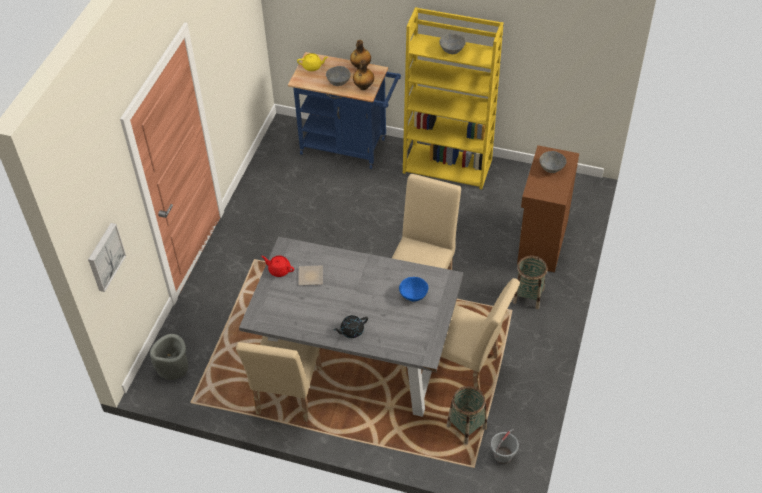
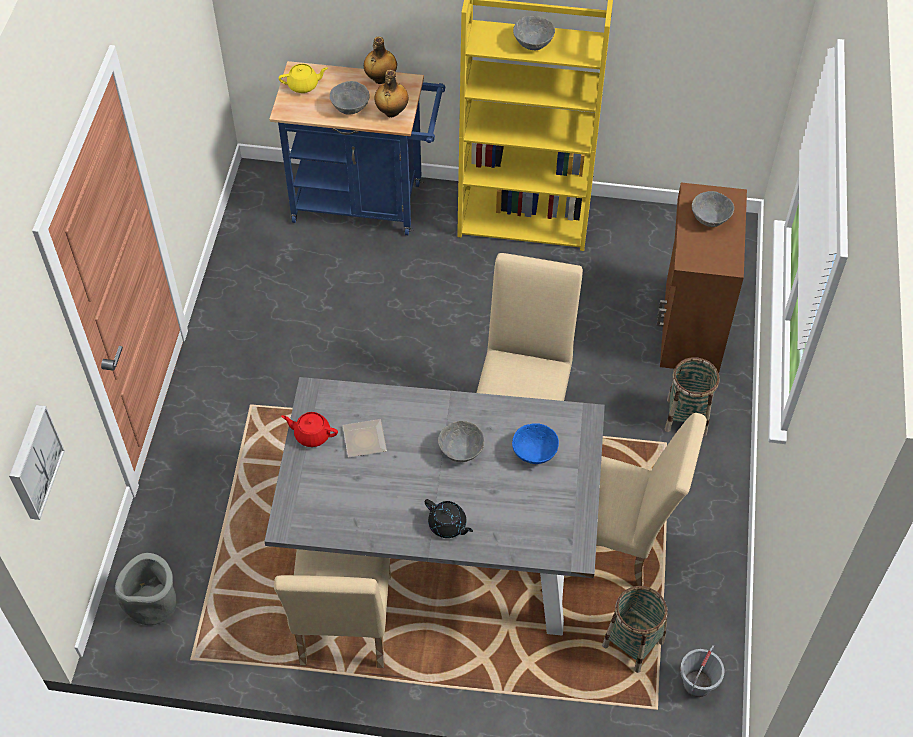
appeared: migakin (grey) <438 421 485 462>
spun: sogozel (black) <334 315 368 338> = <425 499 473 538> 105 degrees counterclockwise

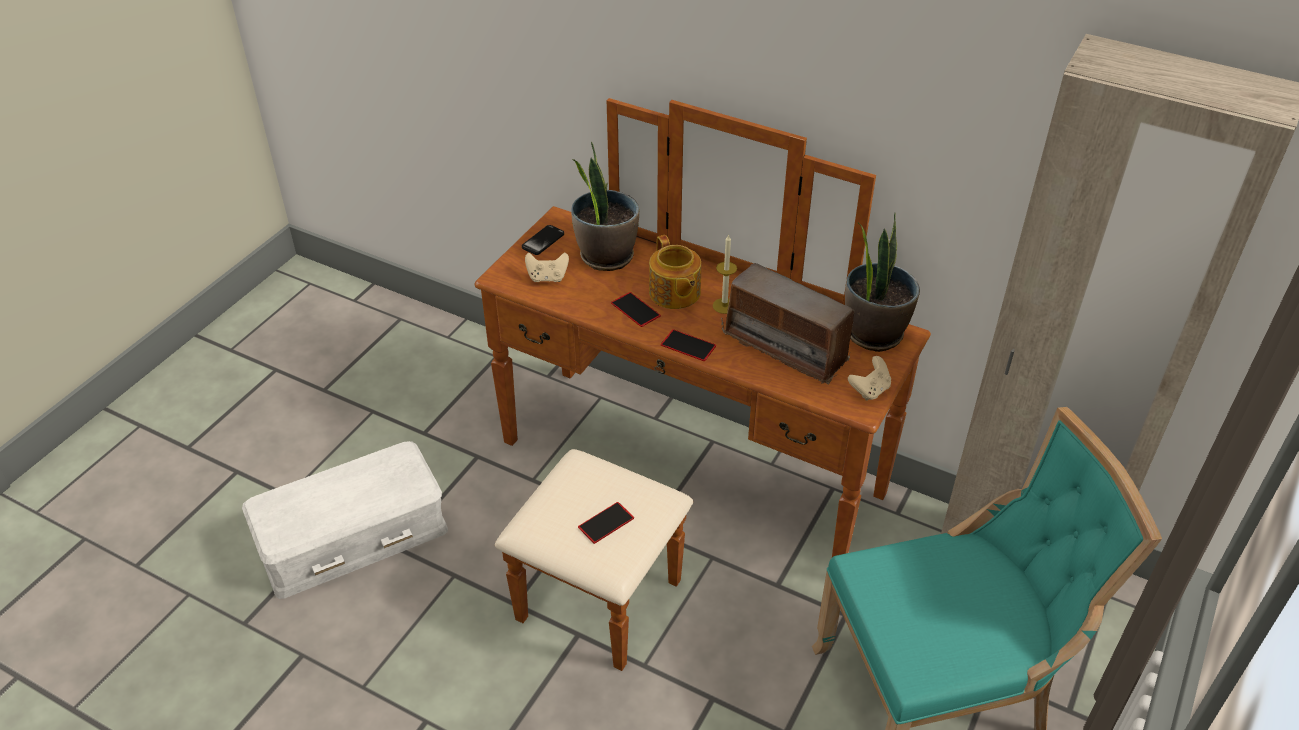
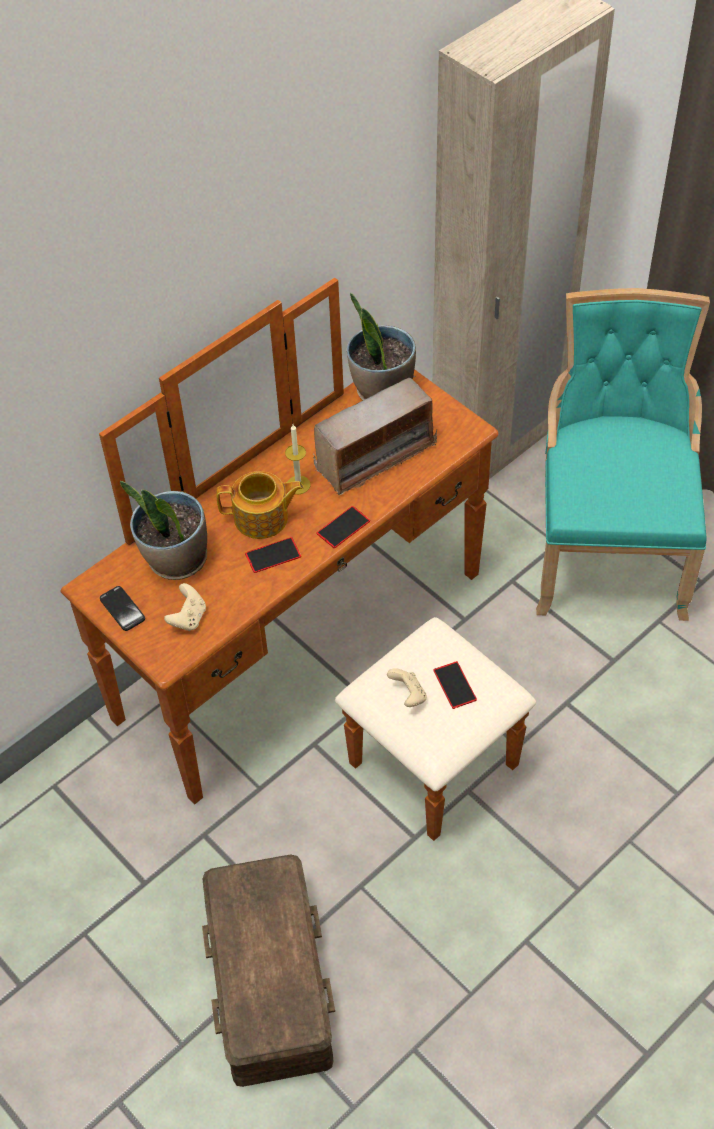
relocated: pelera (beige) <848 356 891 401> to <387 668 427 707>
colour: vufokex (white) <242 441 448 599> to vufokex (brown) <202 854 335 1087>

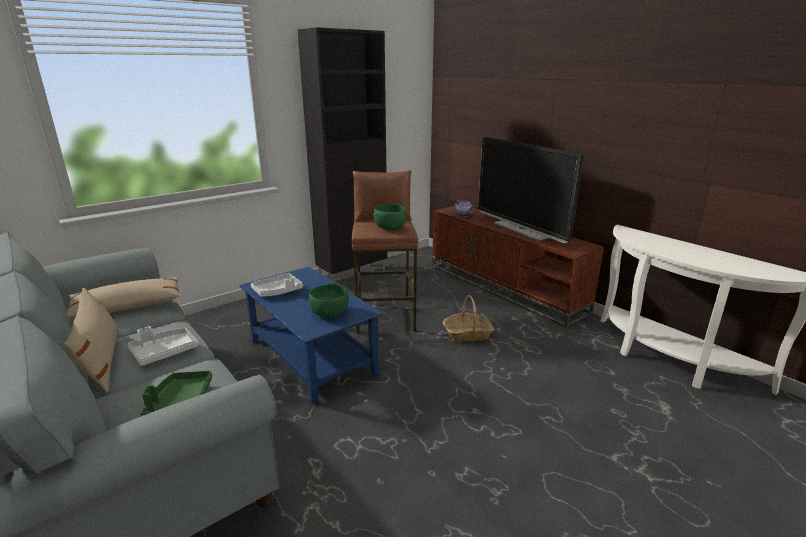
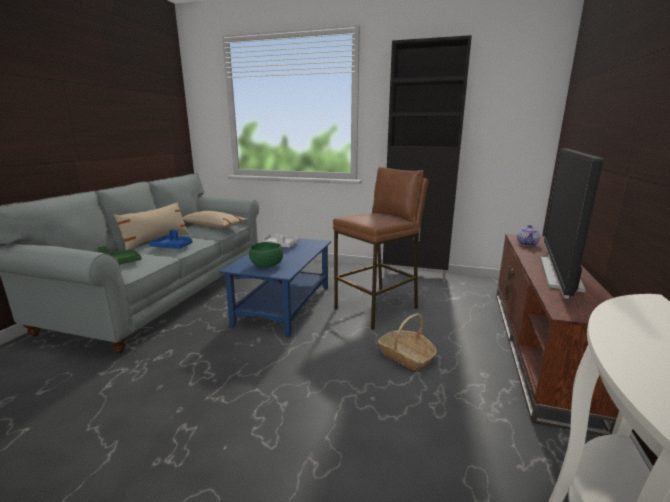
missing: migakin (green) <373 204 407 230>
colour: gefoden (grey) <128 326 198 366> to gefoden (blue) <149 230 192 249>

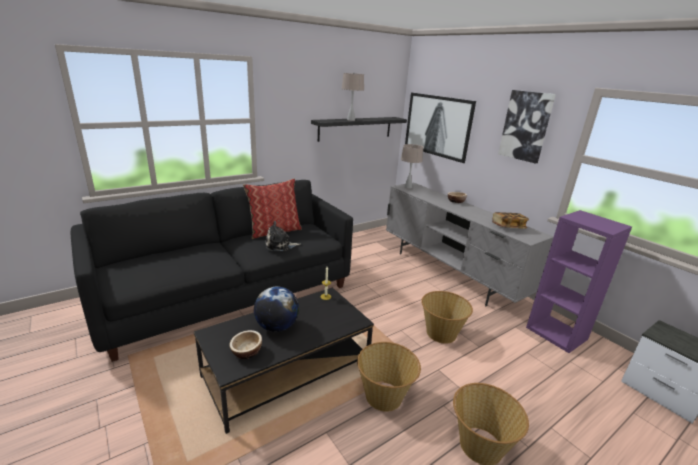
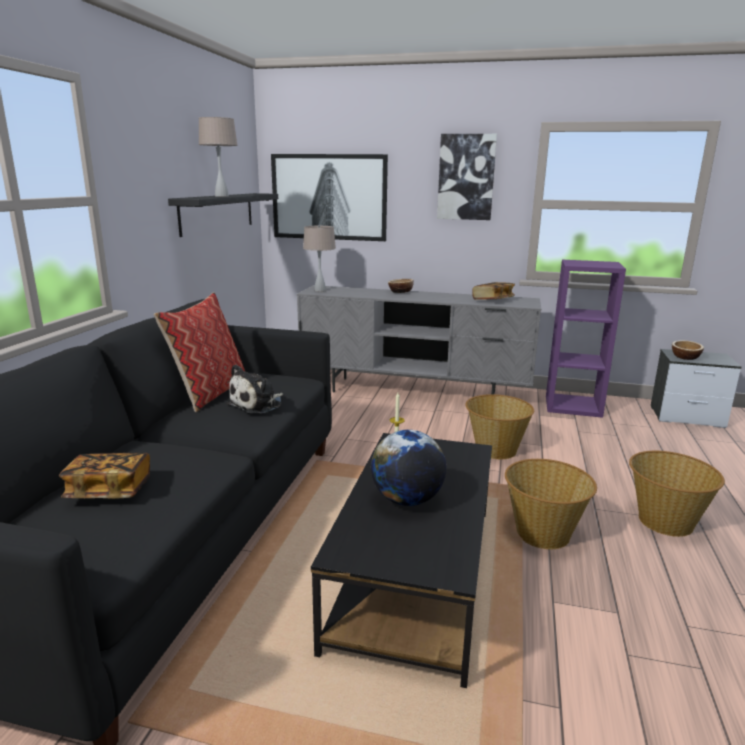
appeared: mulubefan <59 452 150 499>
relocated: migakin <229 330 262 359> to <672 340 704 360>

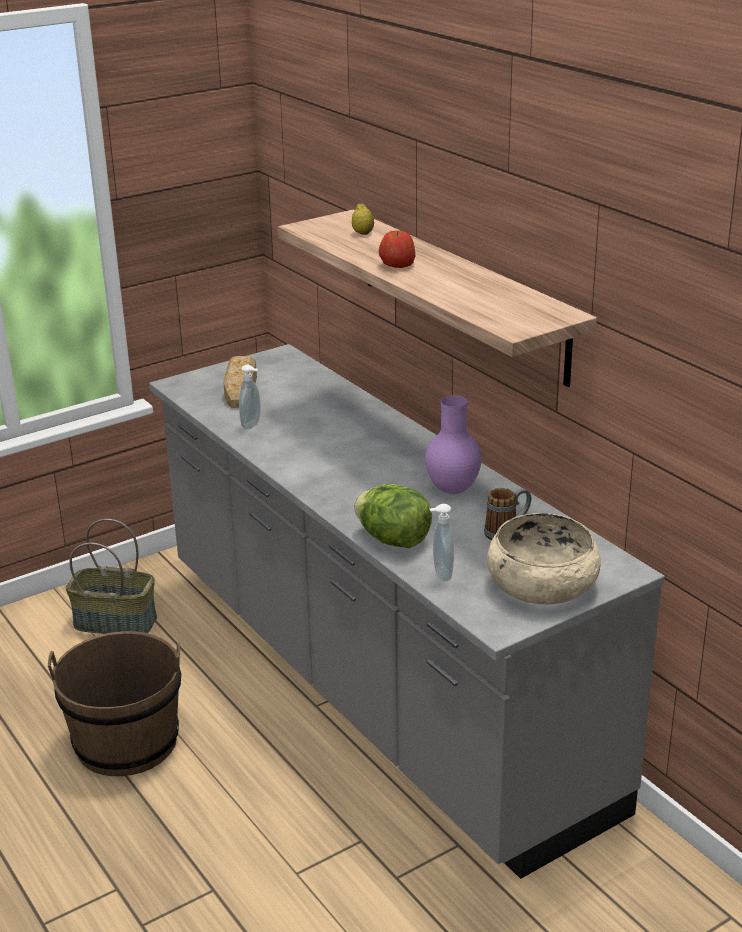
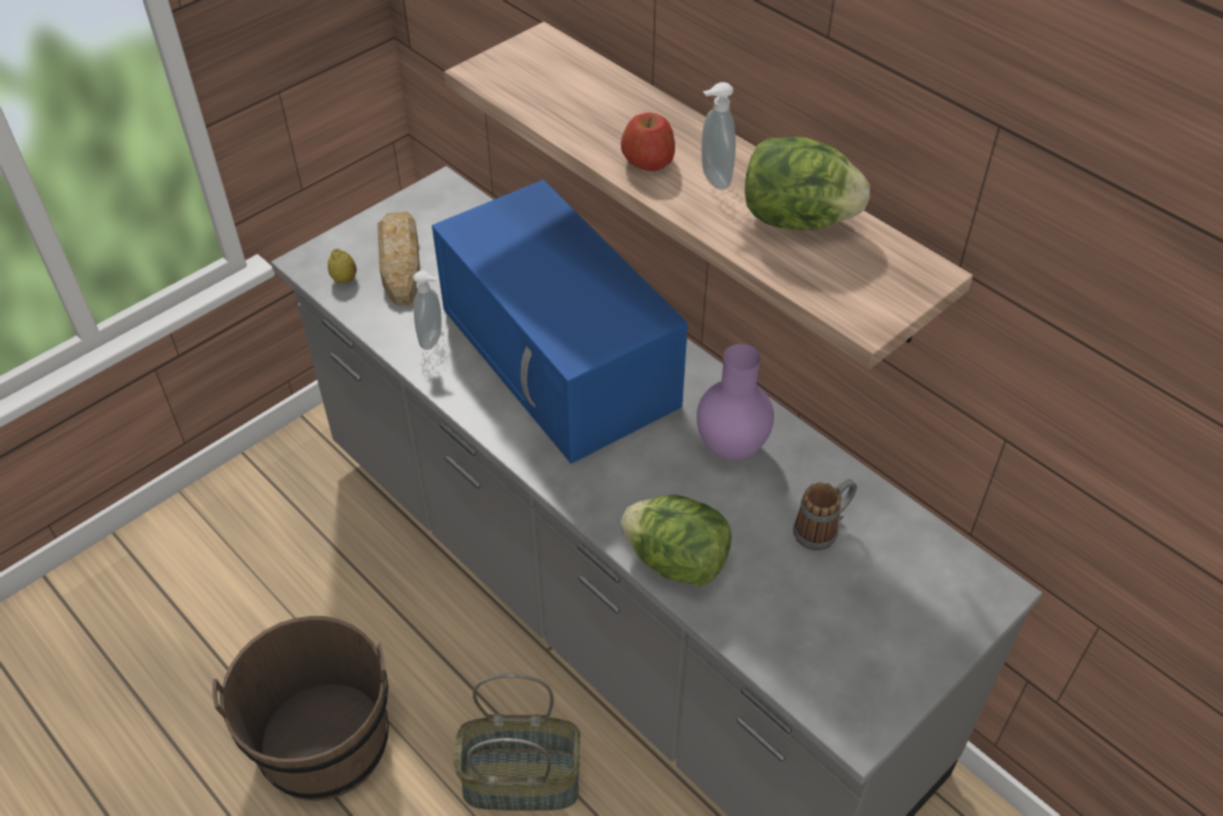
missing: migakin (beige) <487 513 601 604>
appeared: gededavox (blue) <432 180 688 464>; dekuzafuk <745 137 870 230>
relocated: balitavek <66 519 157 634> to <454 674 581 811>; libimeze <352 203 374 235> to <328 248 357 283>; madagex <430 504 454 581> to <701 82 736 190>

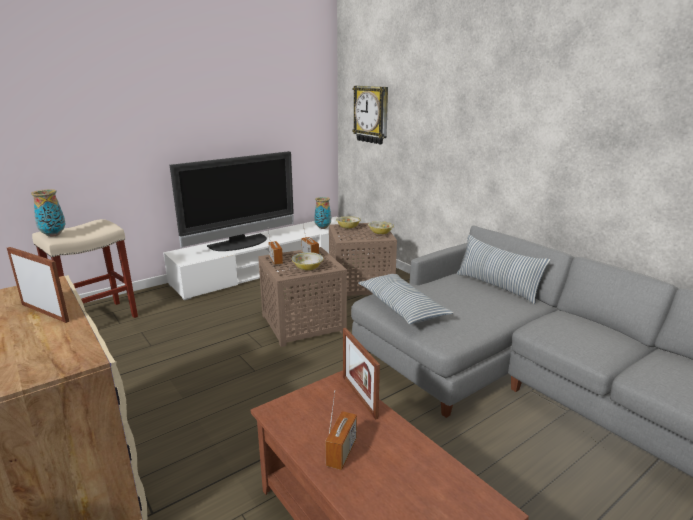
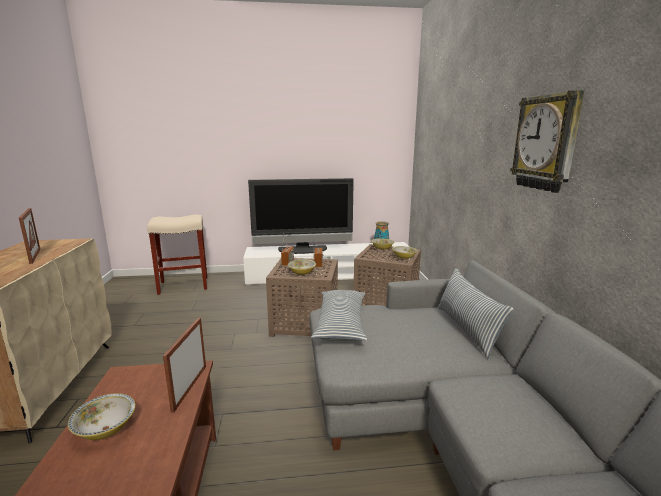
missing: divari <31 189 66 237>
relocated: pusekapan <352 86 388 145> to <510 90 584 193>
exchanged: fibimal <325 390 357 470> to migakin <68 393 135 440>

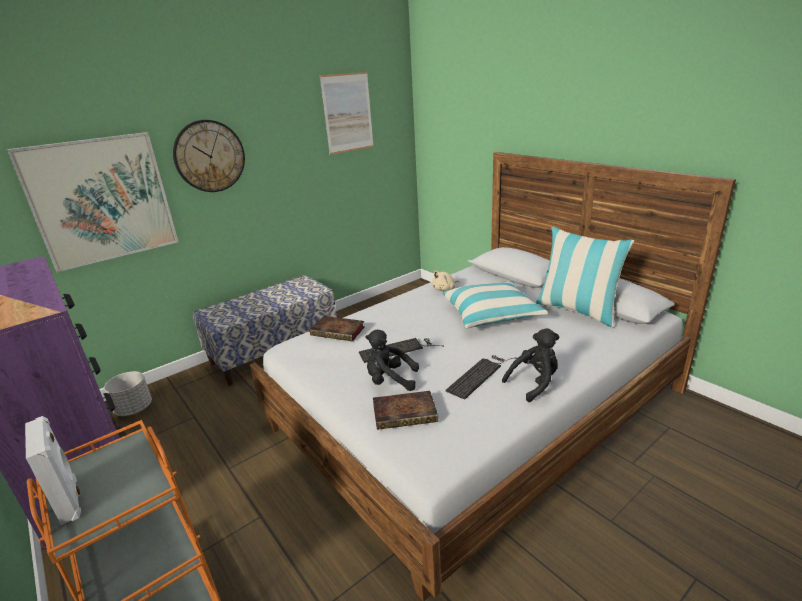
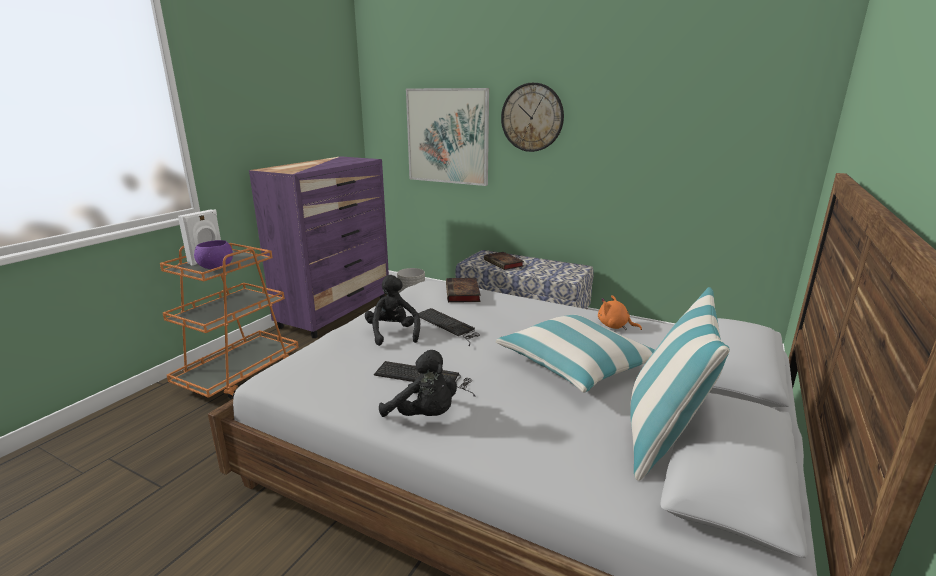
missing: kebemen <320 72 374 154>
appeared: migakin (purple) <194 240 233 269>
relocated: mulubefan <373 391 438 430> to <484 252 524 270>
colour: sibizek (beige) <432 270 460 291> to sibizek (orange) <598 295 642 330>

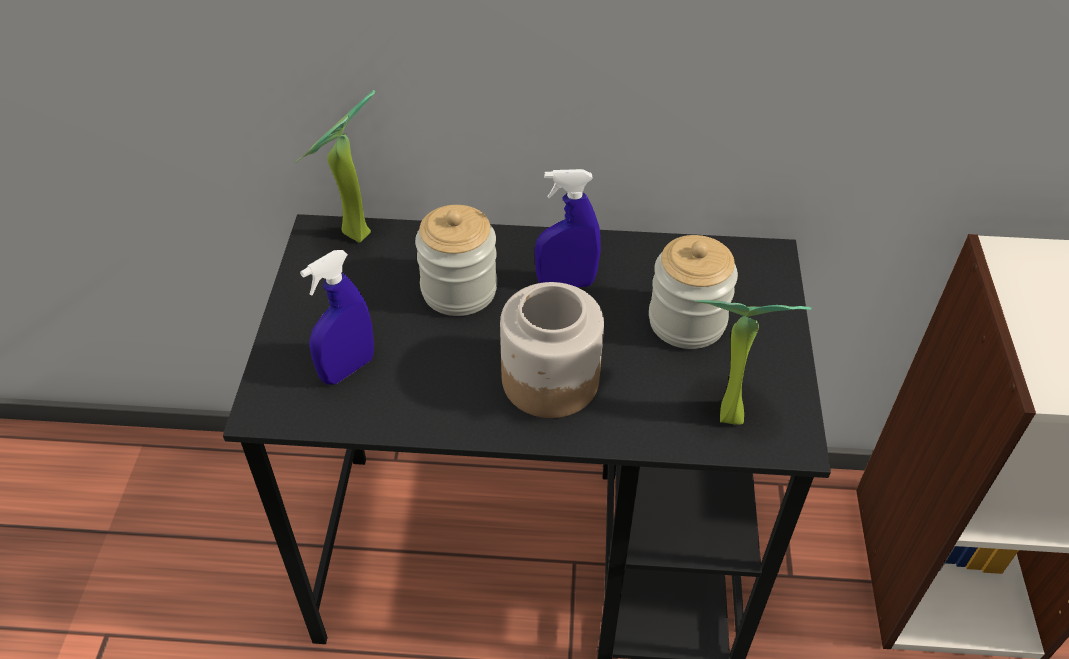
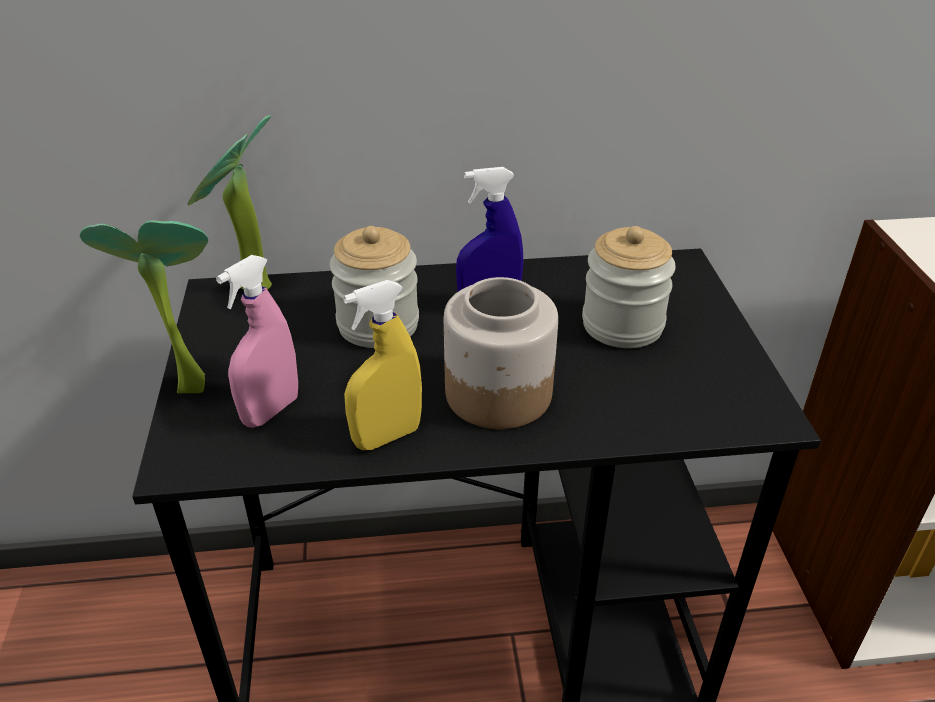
appeared: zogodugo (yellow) <343 280 422 450>
relocated: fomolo <695 300 812 425> to <80 220 208 394>
colour: zogodugo (blue) <300 250 374 385> to zogodugo (pink) <216 255 298 428>

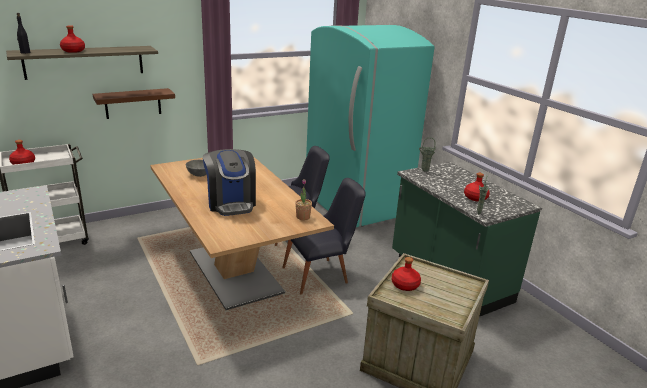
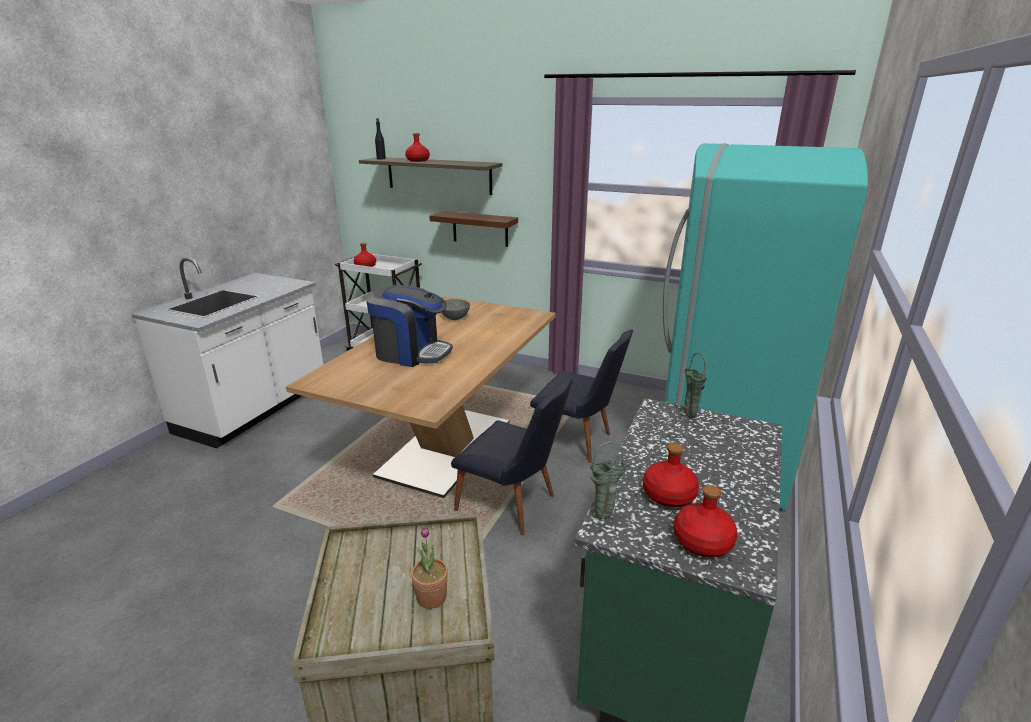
relocated: fomolo <295 179 312 220> to <411 526 448 609>; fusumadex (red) <392 257 421 291> to <674 485 738 557>
spun: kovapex <203 149 256 216> = <366 285 453 367> 105 degrees counterclockwise

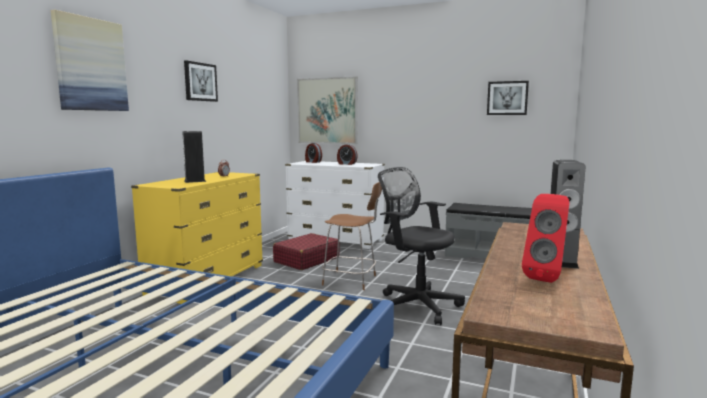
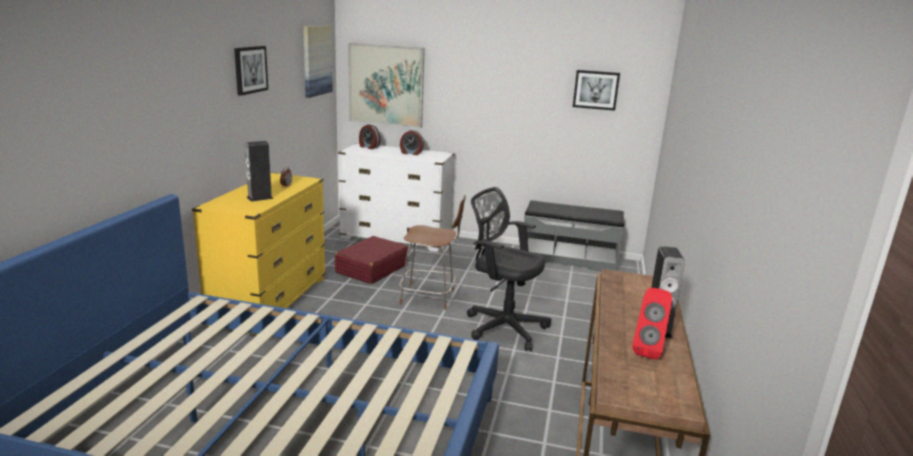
relocated: kebemen <51 10 129 111> to <303 26 333 98>

